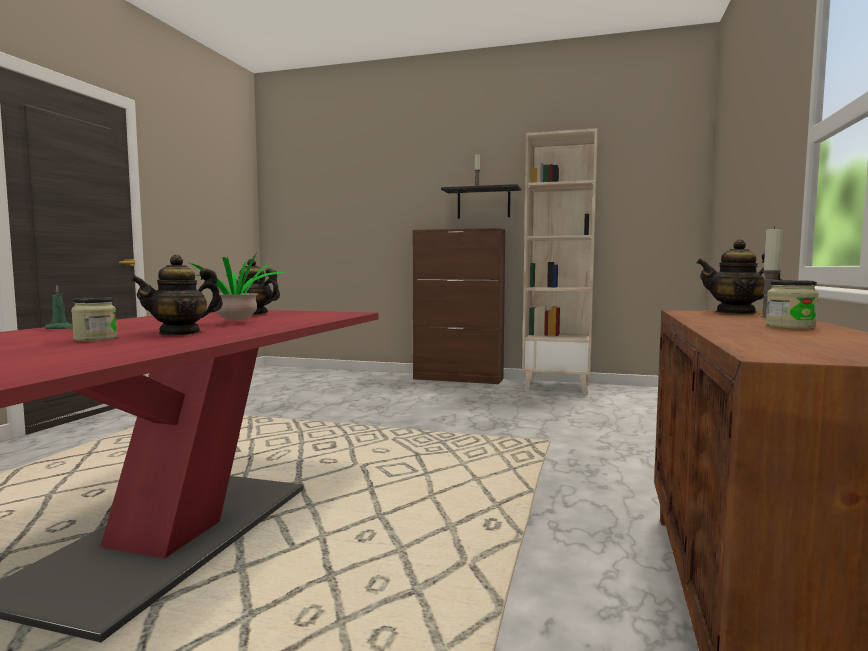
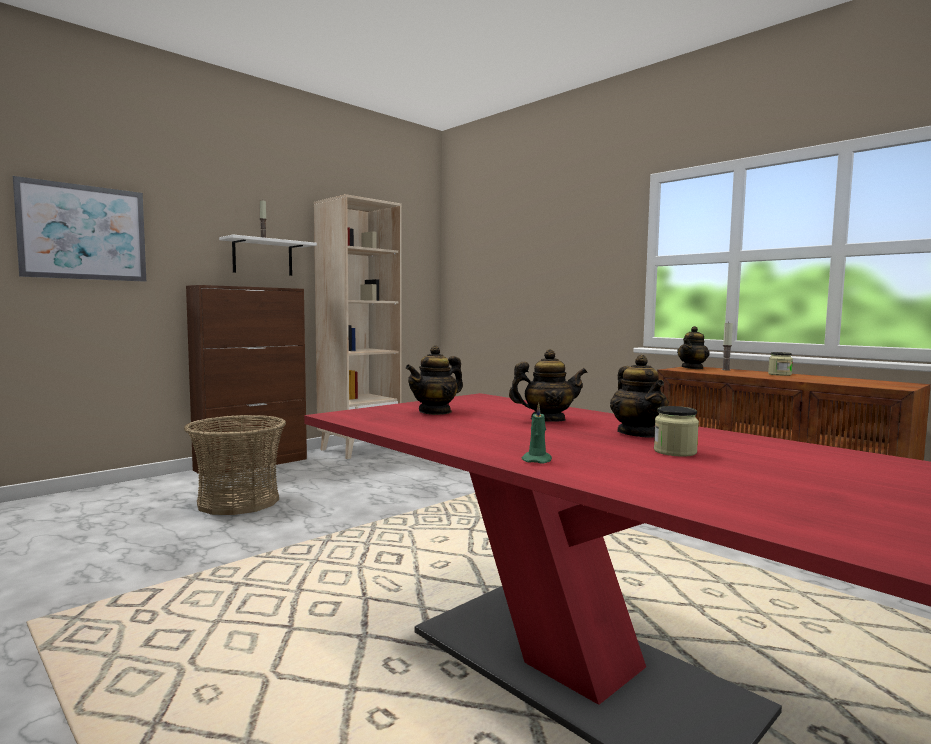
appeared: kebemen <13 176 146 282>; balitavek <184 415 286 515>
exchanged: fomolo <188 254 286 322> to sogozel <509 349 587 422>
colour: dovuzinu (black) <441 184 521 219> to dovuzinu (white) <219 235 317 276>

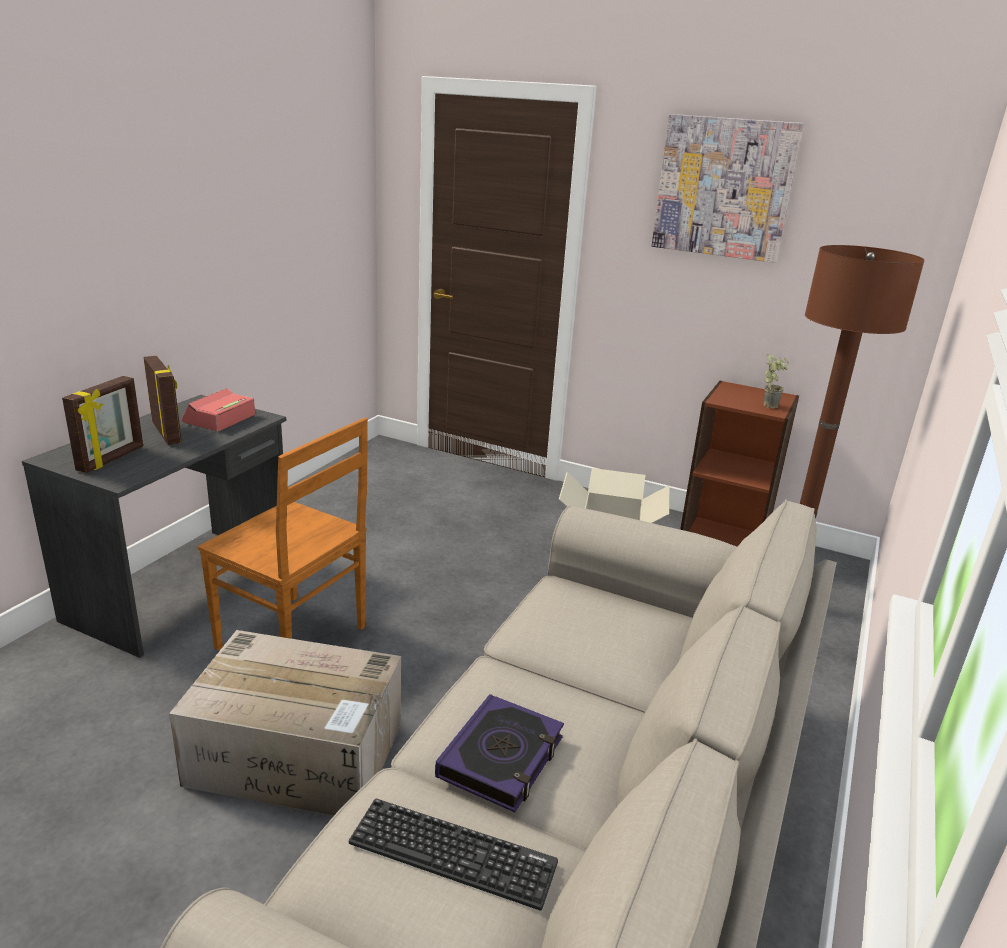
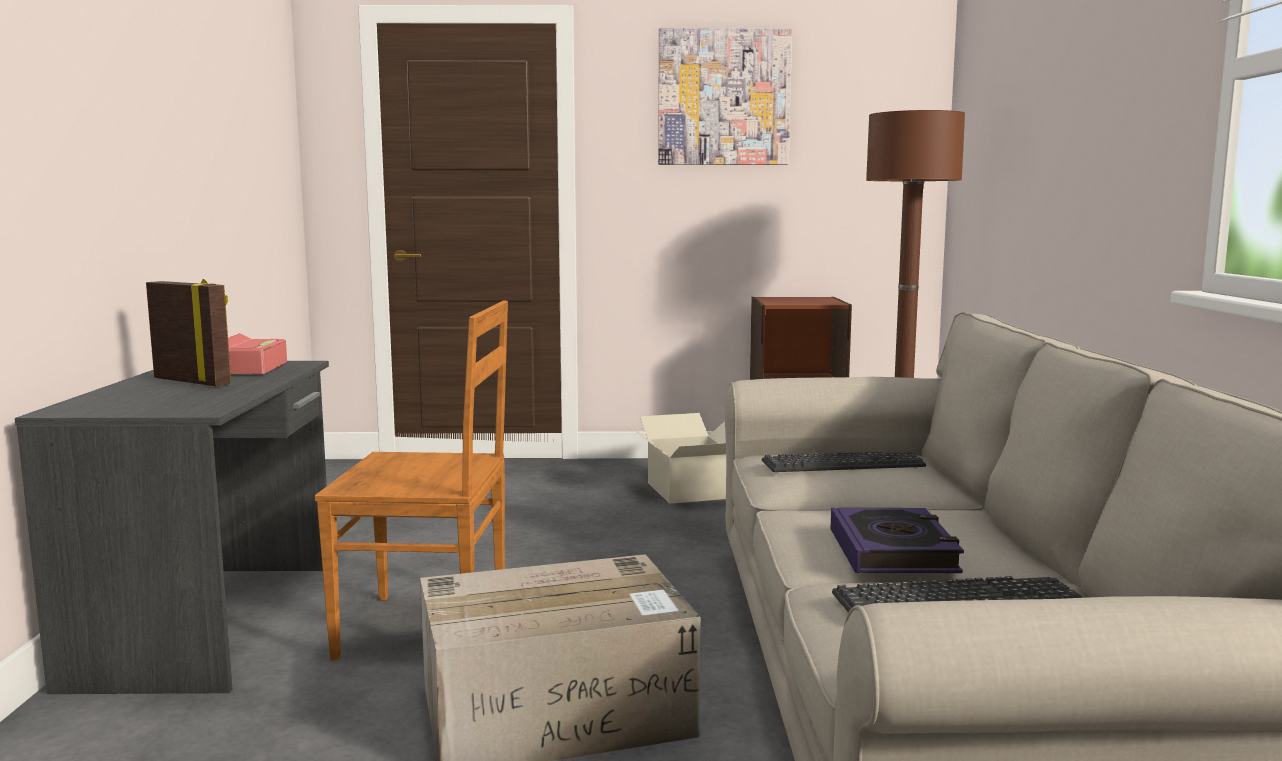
missing: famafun <62 376 143 473>; fomolo <764 354 789 409>
appeared: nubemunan <762 451 926 472>

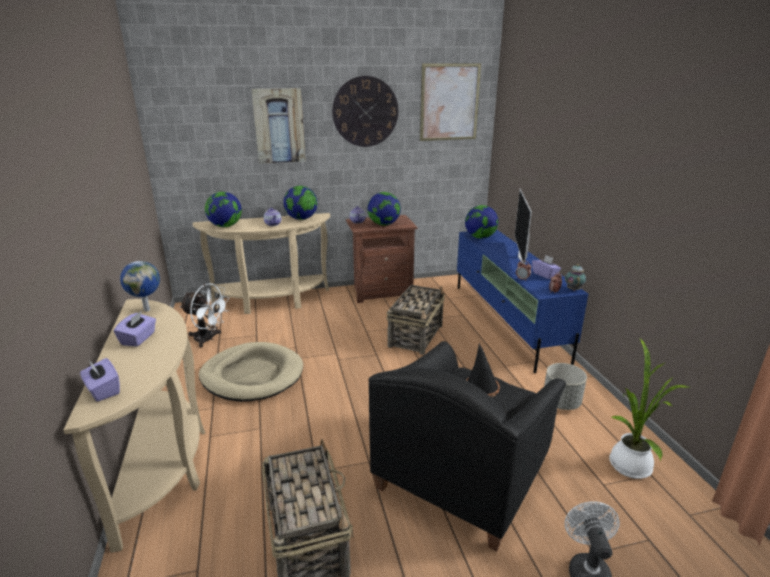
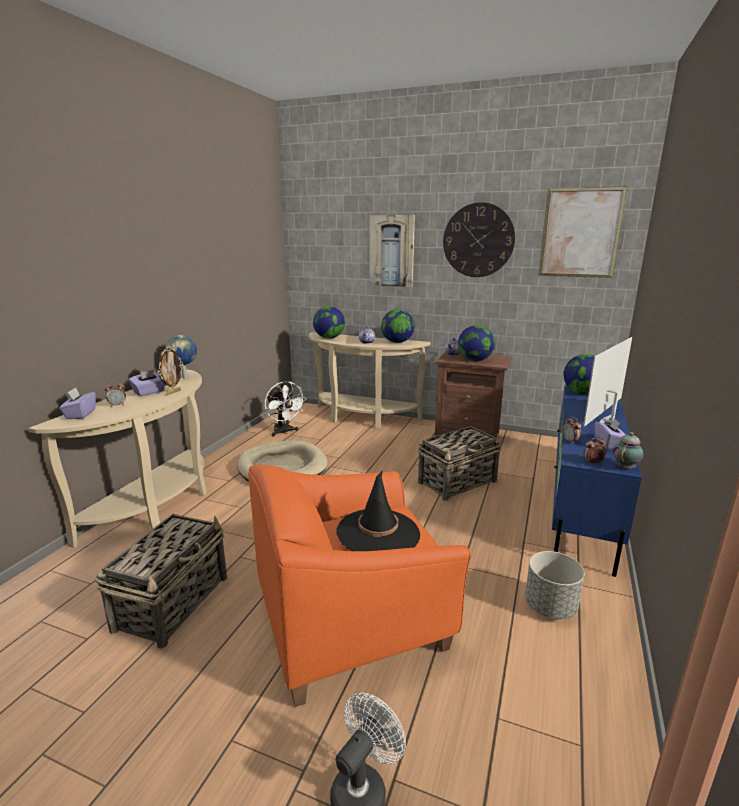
missing: fomolo <609 338 692 479>
appeared: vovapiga <105 381 126 407>; famafun <157 347 184 395>
colour: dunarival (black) <369 341 566 552> to dunarival (orange) <248 465 471 707>

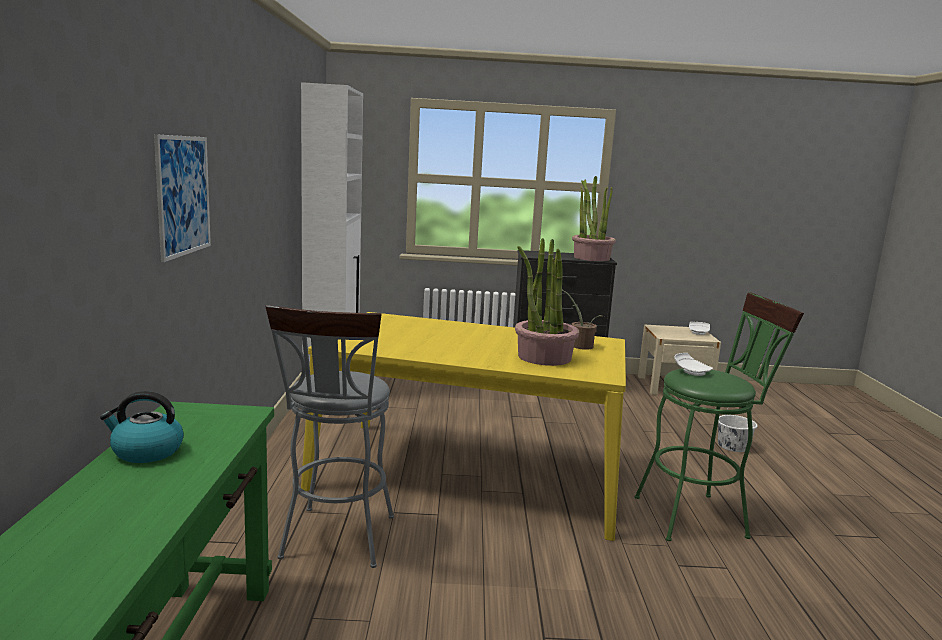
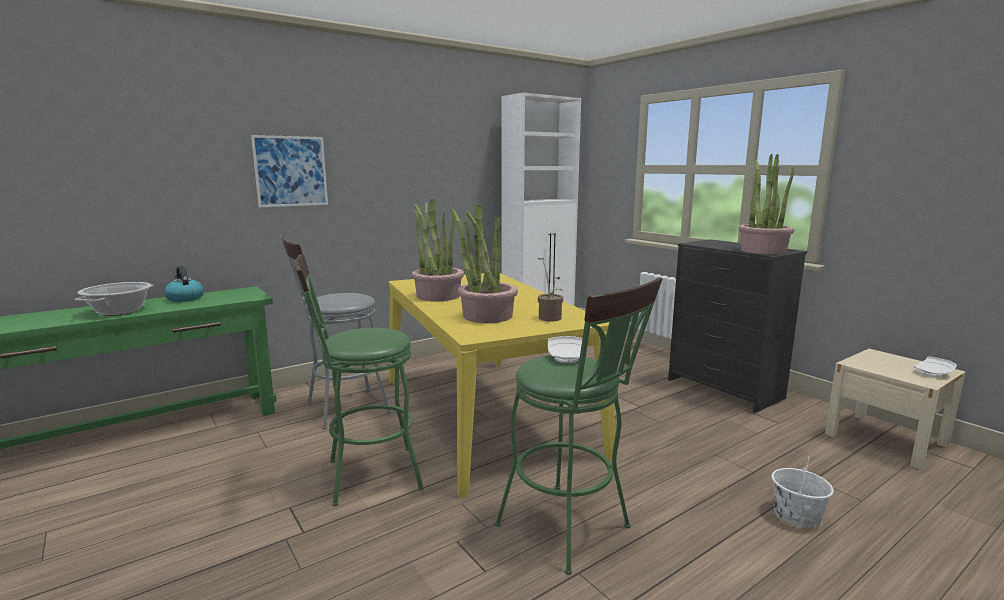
appeared: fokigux <75 282 154 316>; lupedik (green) <294 254 424 506>; fomolo <412 198 464 301>

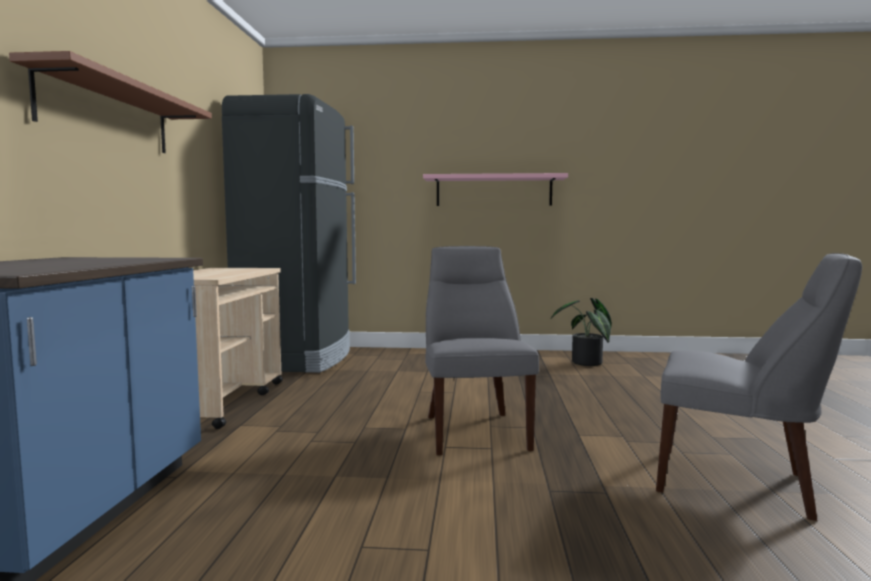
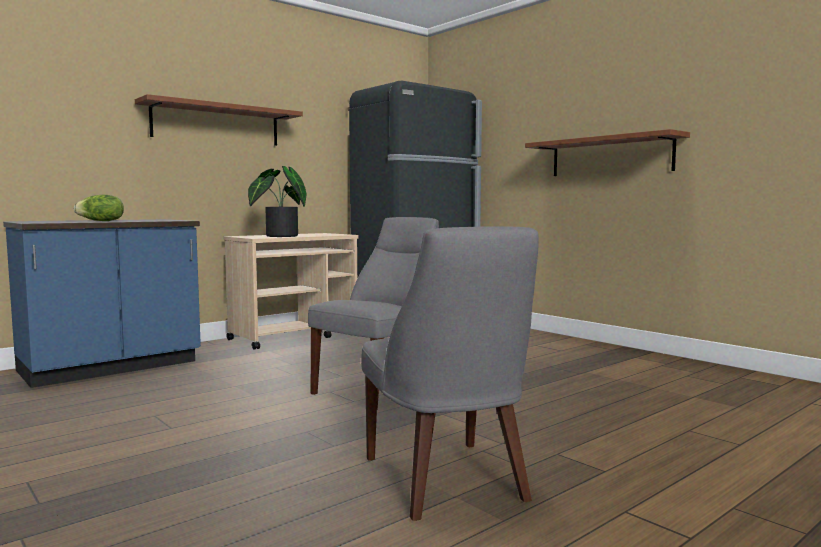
appeared: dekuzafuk <74 195 124 221>
relocated: fomolo <551 298 612 366> to <248 166 307 237>
colour: dovuzinu (pink) <423 173 568 206> to dovuzinu (brown) <525 129 690 176>

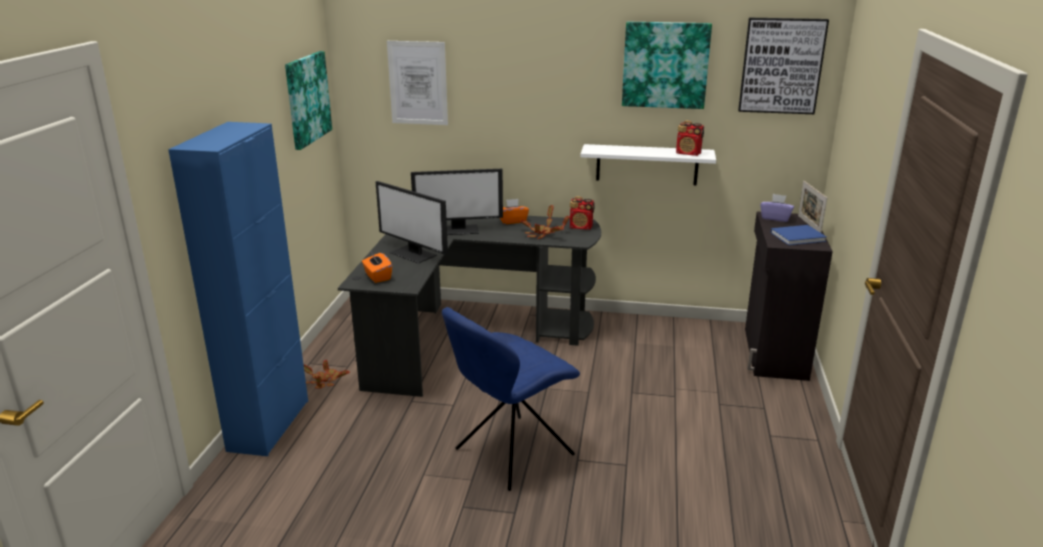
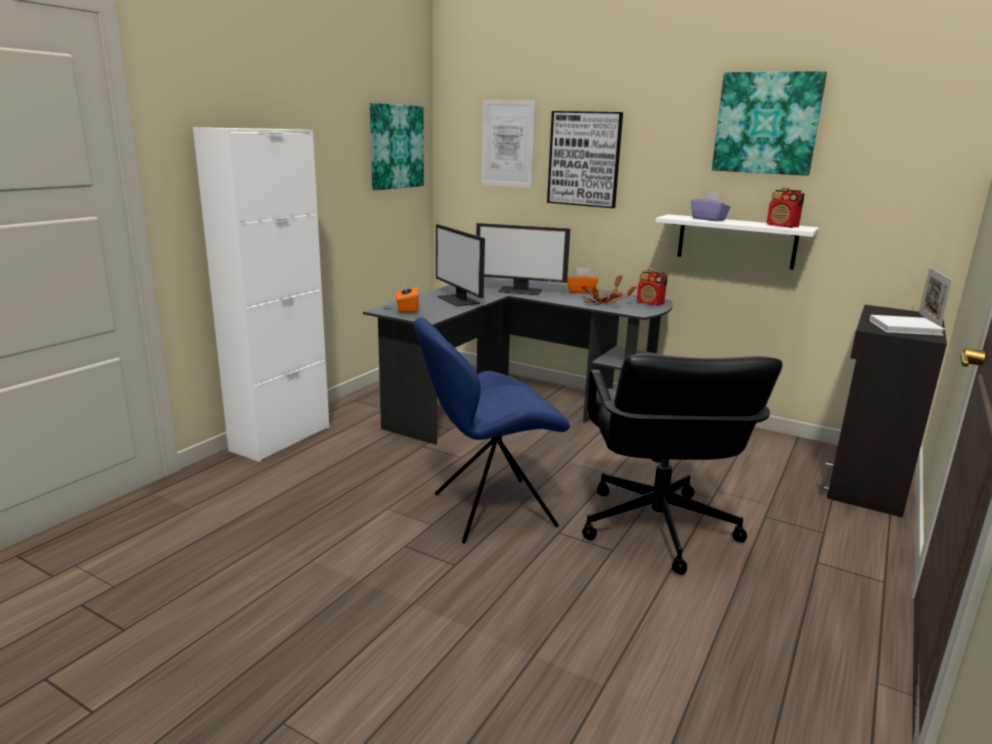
missing: fomolo <303 360 350 389>
appeared: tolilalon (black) <582 354 783 575>
relocated: kebemen <738 18 829 114> to <547 111 623 208>; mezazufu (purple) <760 194 794 222> to <691 192 731 221>
colour: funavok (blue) <168 122 308 456> to funavok (white) <193 127 329 462>; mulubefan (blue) <771 225 827 245> to mulubefan (white) <869 315 945 336>

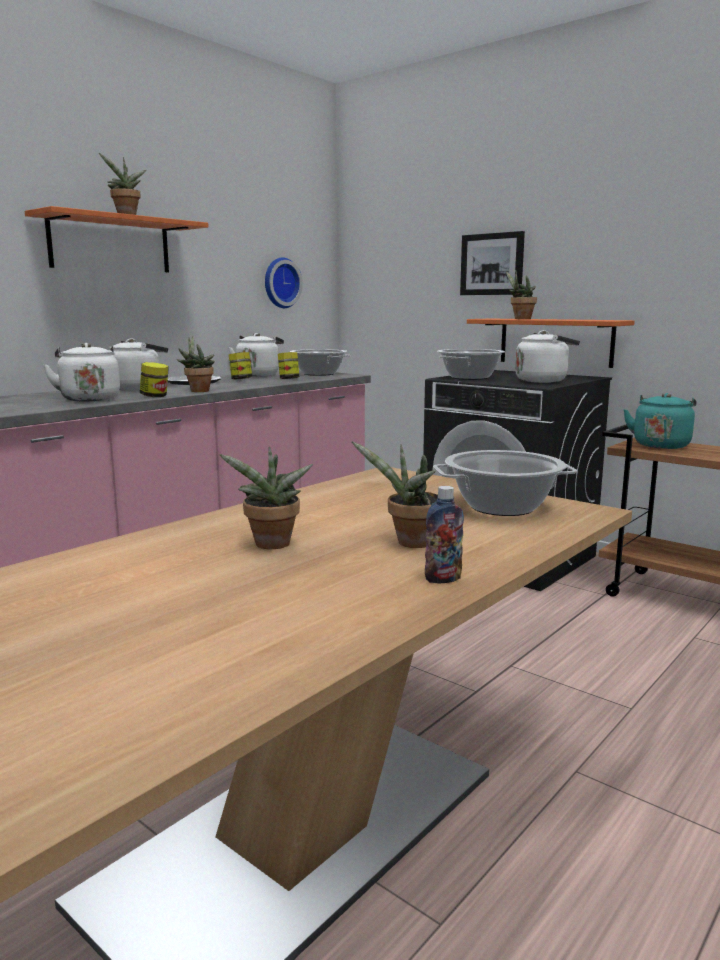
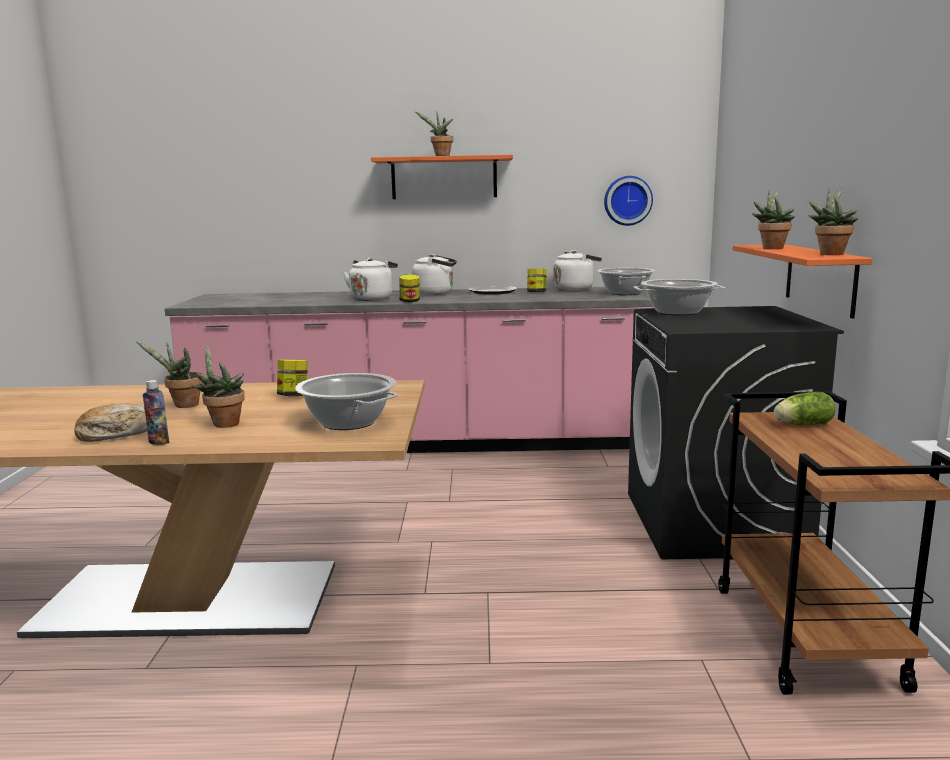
missing: kebemen <460 231 525 295>; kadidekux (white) <515 330 580 383>
appeared: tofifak <74 403 147 442>
relocated: fomolo <177 337 215 392> to <808 189 858 255>; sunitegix <278 352 299 379> to <277 359 308 396>
exchanged: kadidekux (turquoise) <623 393 697 449> to dekuzafuk <774 392 836 425>

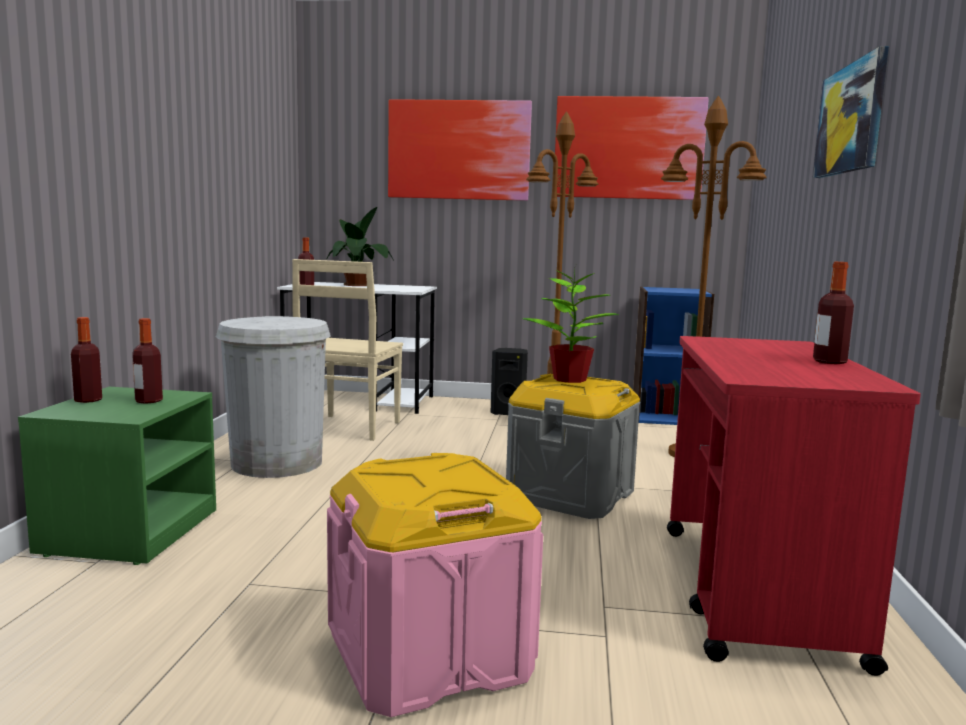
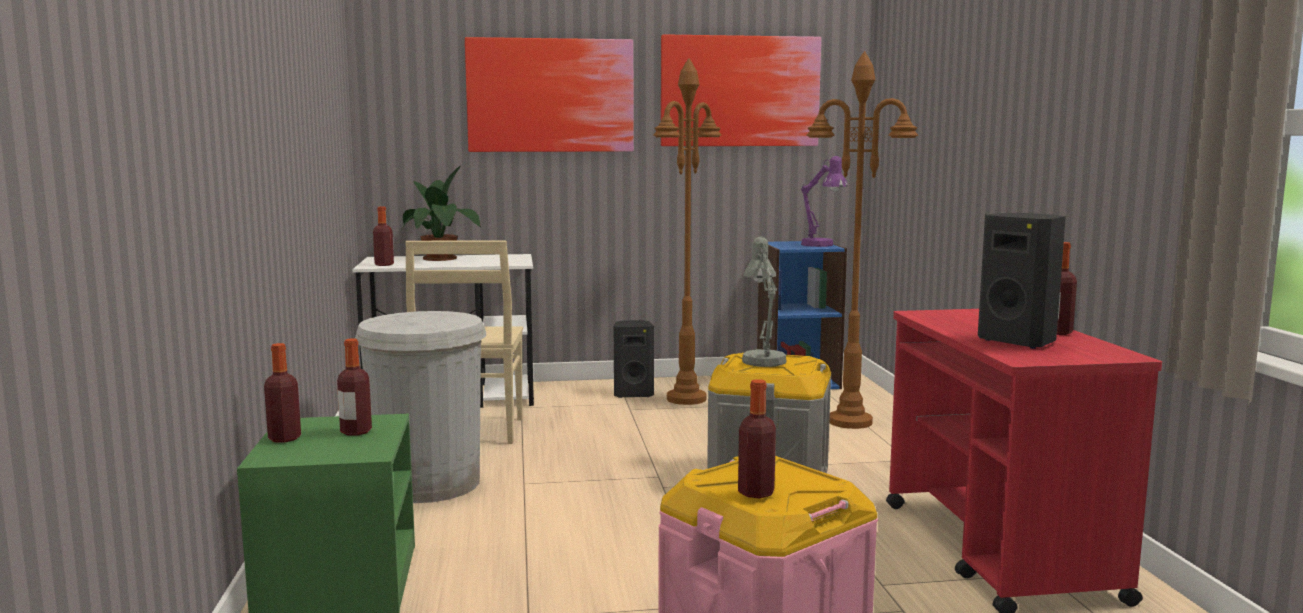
missing: kebemen <813 46 889 178>
appeared: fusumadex <738 379 776 498>; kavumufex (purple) <801 156 848 247>; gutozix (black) <978 213 1066 349>
exchanged: fomolo <522 265 619 383> to kavumufex (grey) <742 236 787 367>

